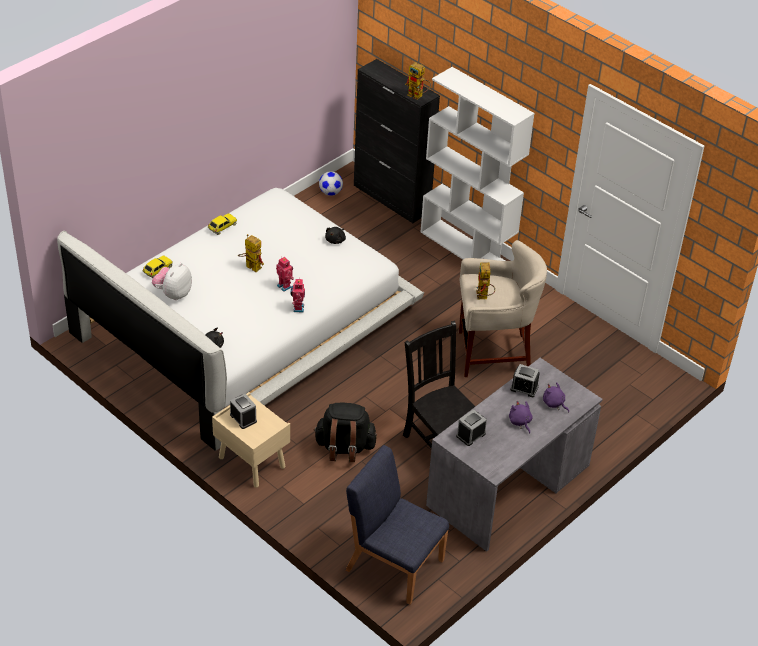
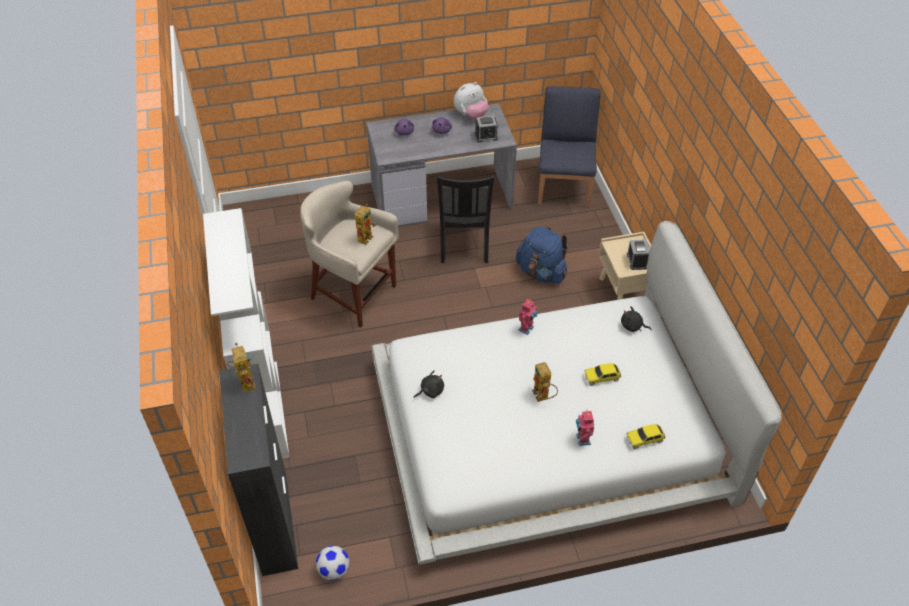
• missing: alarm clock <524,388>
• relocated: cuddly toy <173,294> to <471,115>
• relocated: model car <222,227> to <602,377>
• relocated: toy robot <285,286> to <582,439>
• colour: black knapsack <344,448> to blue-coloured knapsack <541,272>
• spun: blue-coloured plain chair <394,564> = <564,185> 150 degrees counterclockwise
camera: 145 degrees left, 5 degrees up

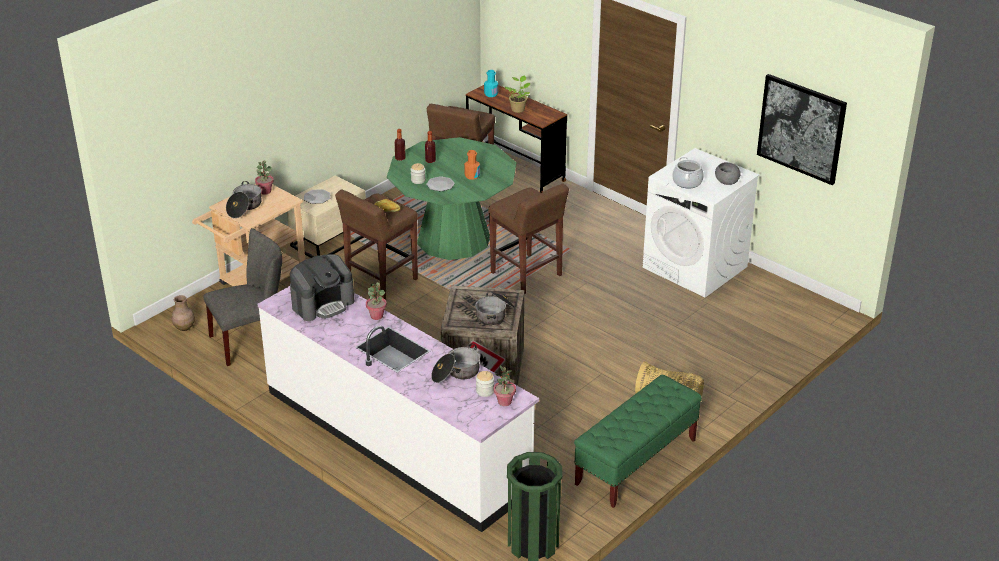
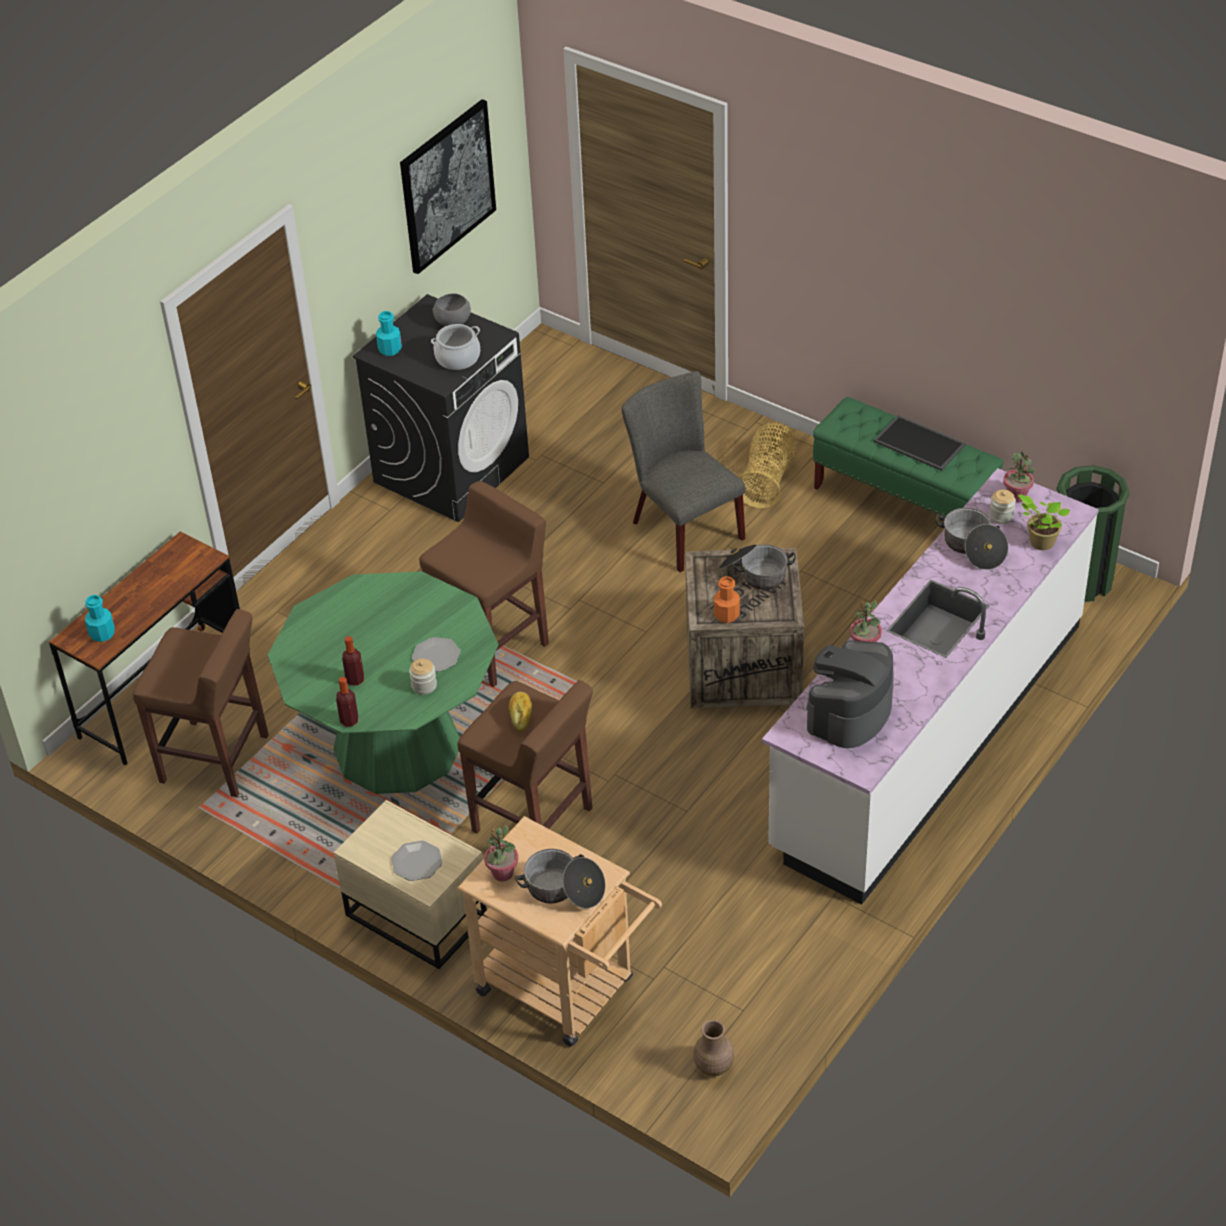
• appeared: turquoise-coloured drink bottle <390,349>
• appeared: serving tray <920,443>
• relocated: greyish plain chair <252,340> to <682,527>
• relocated: orange-coloured drink bottle <472,176> to <726,615>
• relocated: potted plant <518,109> to <1040,542>
• colour: white-coloured washing machine <695,267> to black washing machine <452,469>
• spun: coffee machine <323,303> = <849,712> 105 degrees counterclockwise
camera: 95 degrees left, 10 degrees up

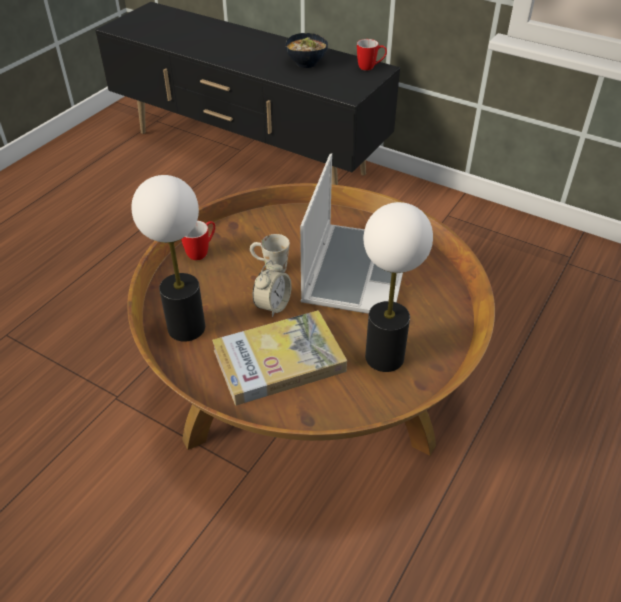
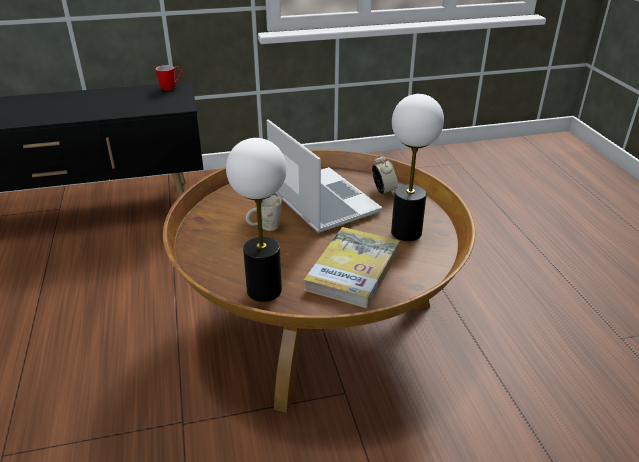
• missing: coffee mug <202,252>
• missing: deep dish <307,63>
• relocated: alarm clock <273,306> to <383,191>
camera: 45 degrees left, 10 degrees down

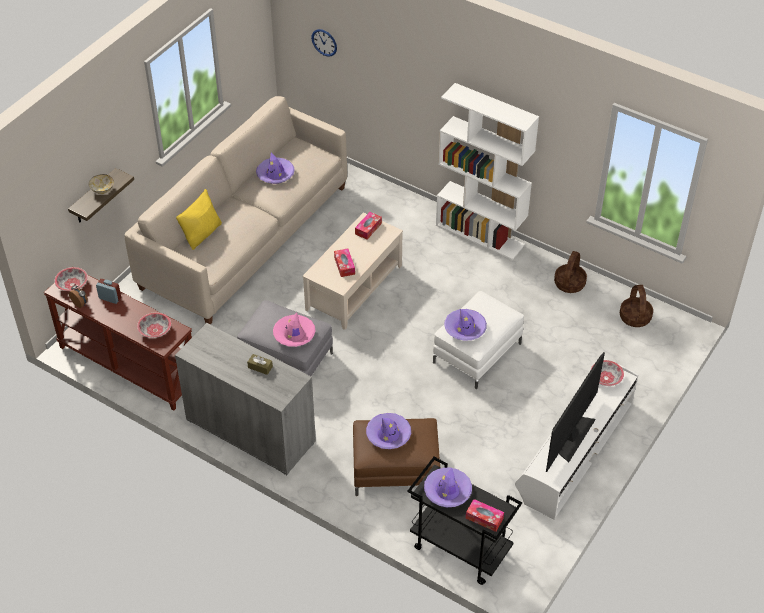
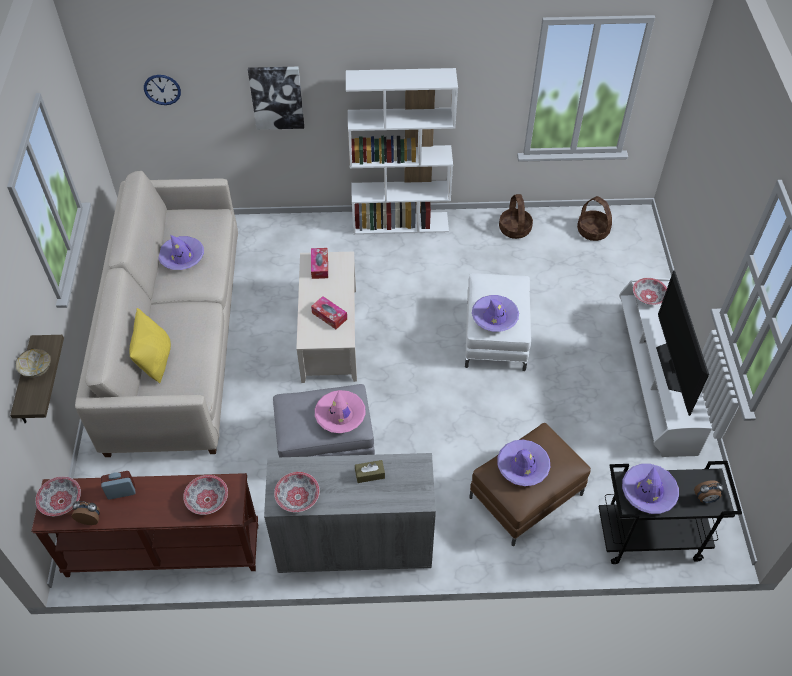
• appeared: wall picture <277,97>
• appeared: deep dish <297,497>
• exchanged: box of tissues <484,518> to alarm clock <705,498>
camera: 35 degrees left, 5 degrees up

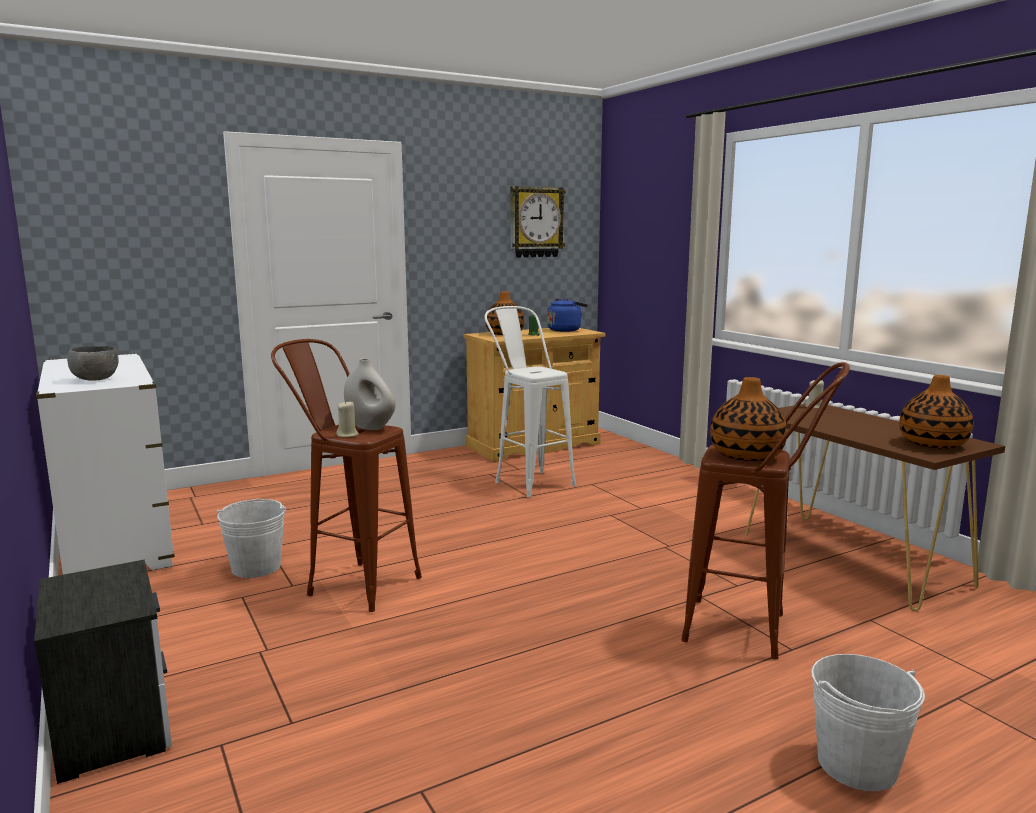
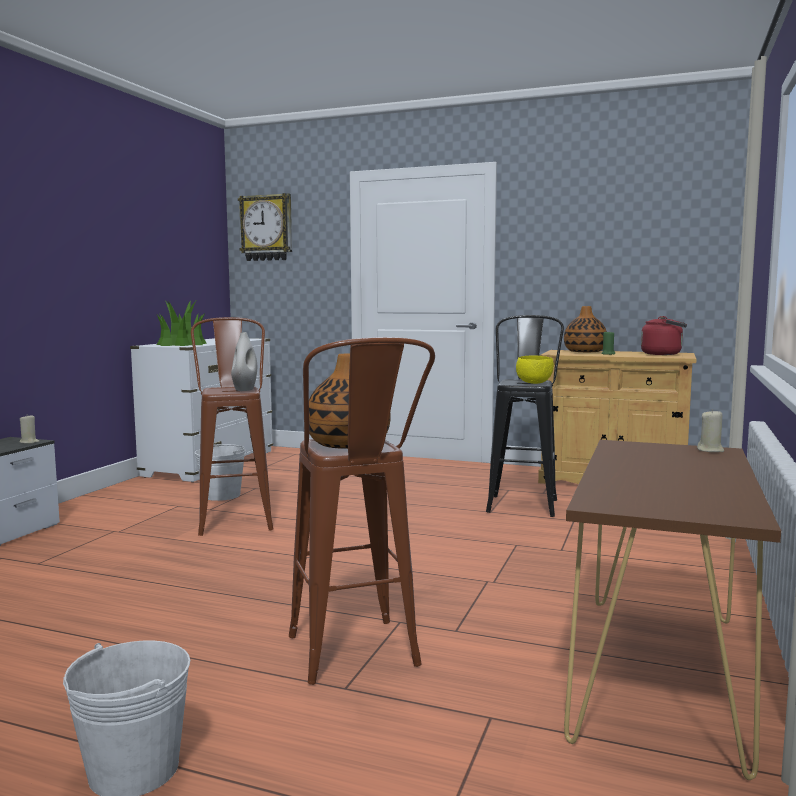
• missing: decorative vase <933,444>
• appeared: yellow-coloured deep dish <535,383>
• relocated: beige candle <347,435> to <29,442>
• relocated: hanging clock <536,222> to <267,228>
• exchanged: greyish deep dish <96,379> to potted plant <182,344>
• colour: white-coloured stool <528,481> to black stool <523,502>
• colour: blue-coloured water kettle <566,330> to red-coloured water kettle <664,354>
camera: 50 degrees right, 5 degrees down

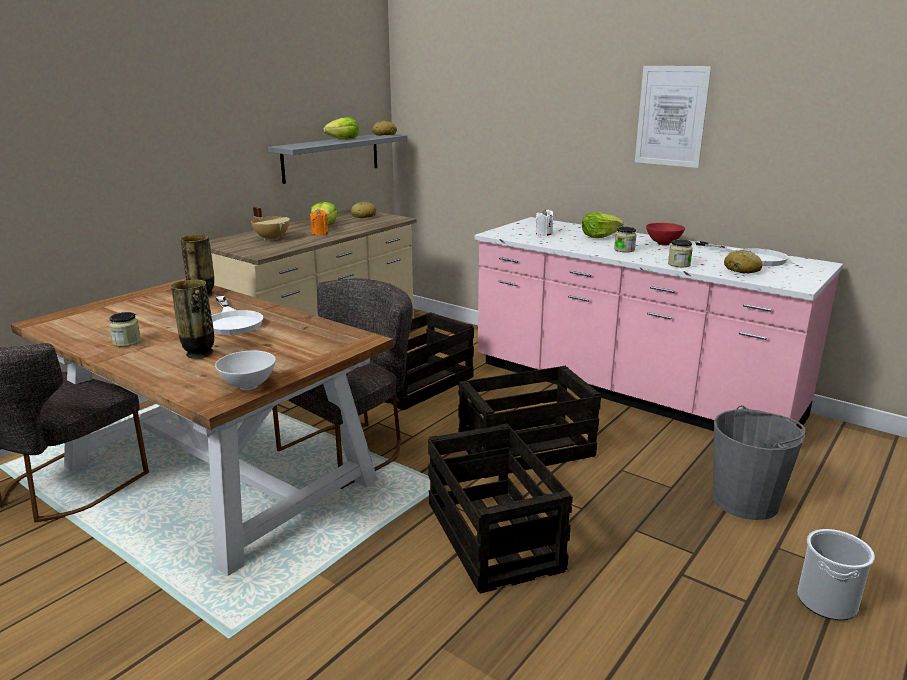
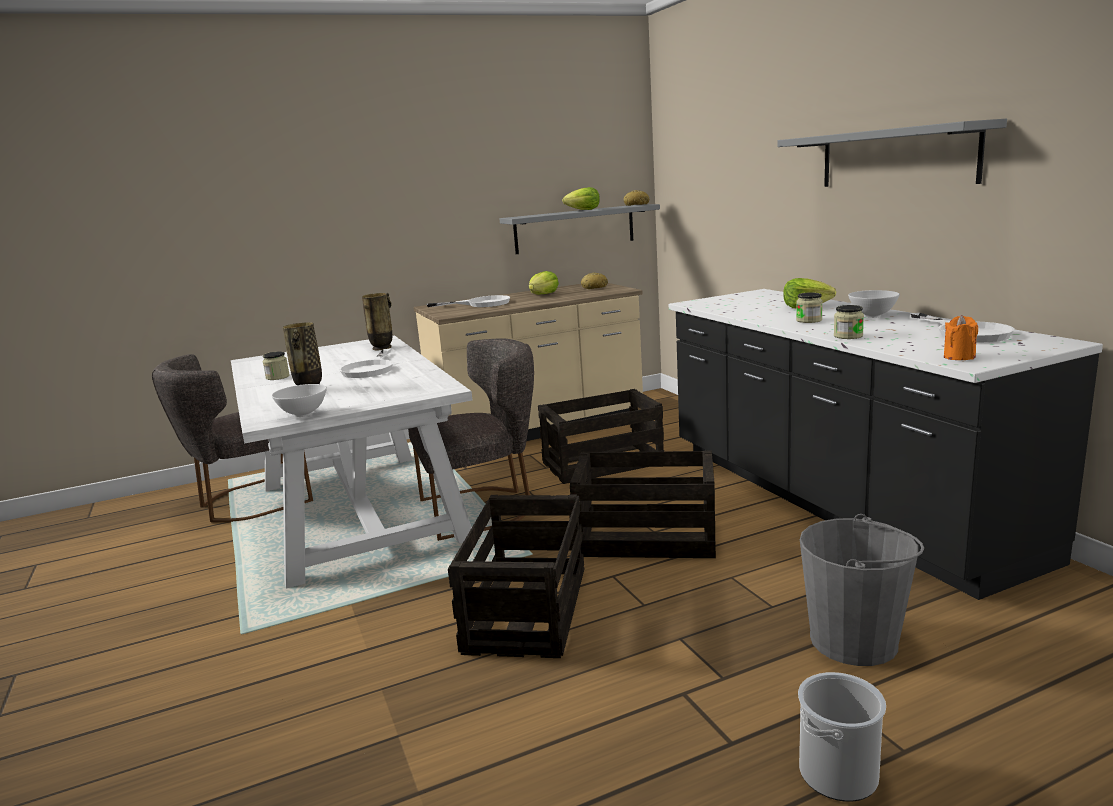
• missing: white-coloured candle <544,234>
• missing: baked bread <742,270>
• relocated: orange-coloured candle <319,233> to <959,357>
• exchanged: beige stockpot <272,238> to white-coloured skillet <480,304>
• exchanged: wall picture <671,116> to greyish wall shelf <896,157>
• colour: brown-coloured dining table <219,475> to white-coloured dining table <359,512>
• colour: pinkish kitchen base unit <630,391> to black kitchen base unit <835,500>
• colour: red-coloured deep dish <663,244> to white-coloured deep dish <872,316>
camera: 30 degrees right, 5 degrees down

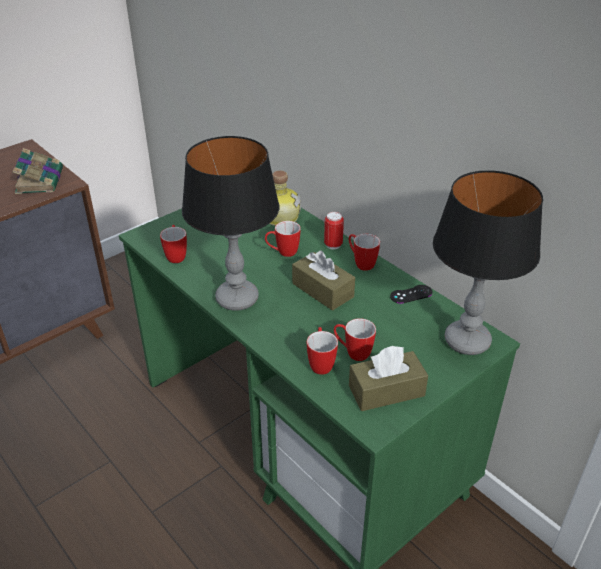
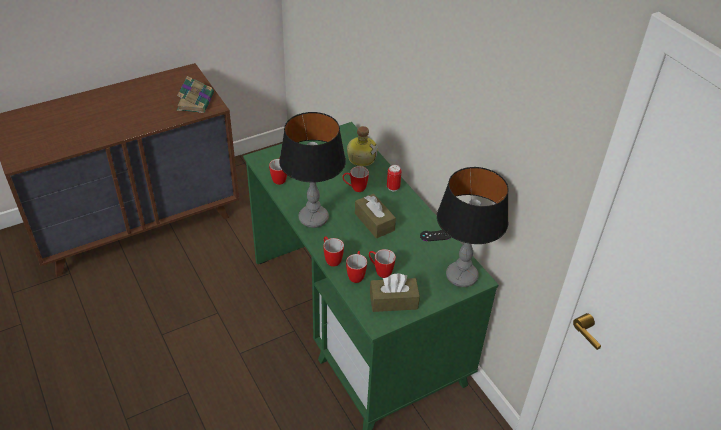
• relocated: coffee mug <361,263> to <331,259>
camera: 10 degrees right, 5 degrees up

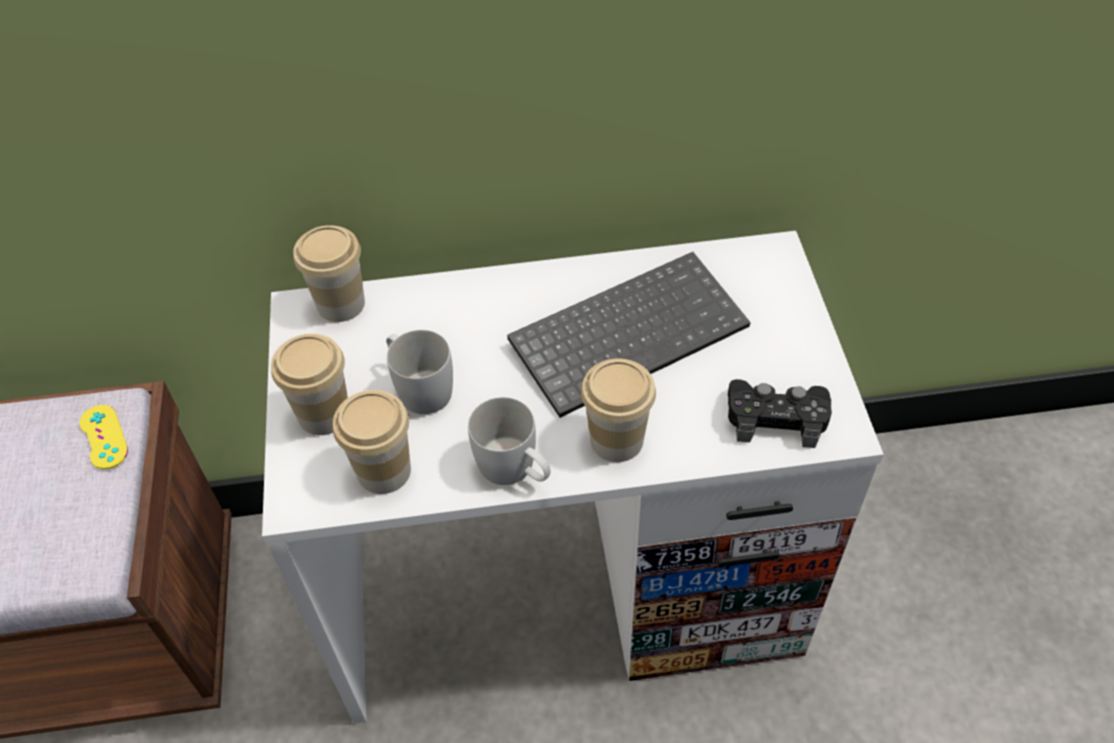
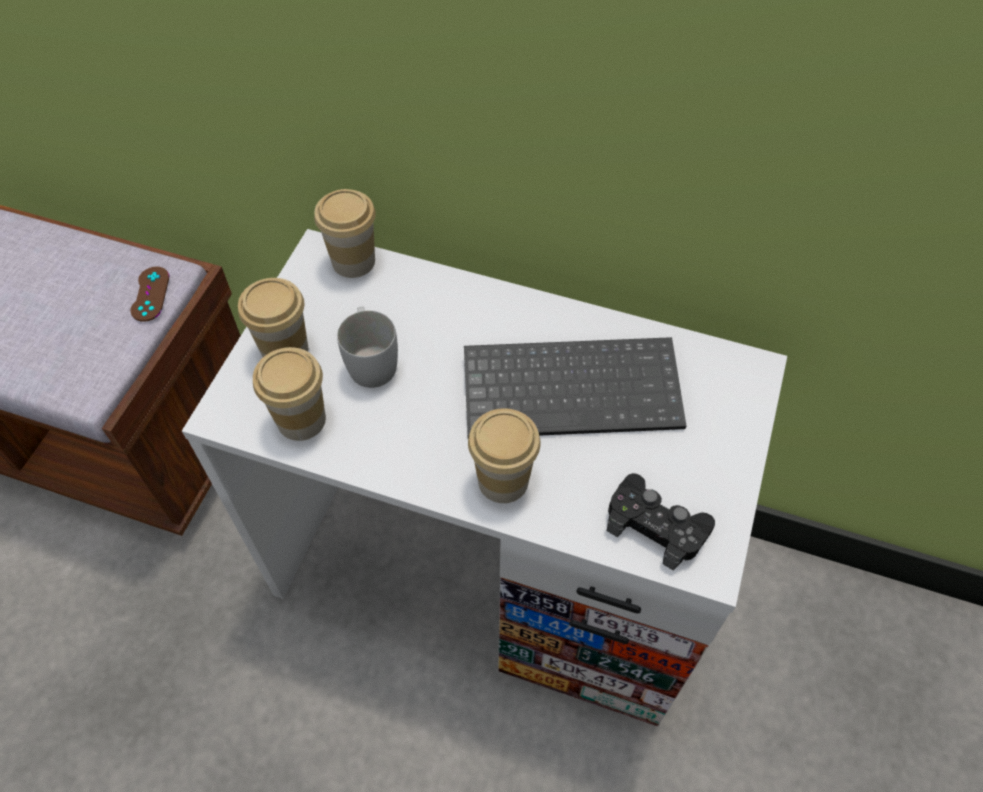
• missing: white-coloured coffee mug <515,470>
• colour: yellow-coloured joypad <104,437> to brown-coloured joypad <150,294>
camera: 25 degrees right, 5 degrees up

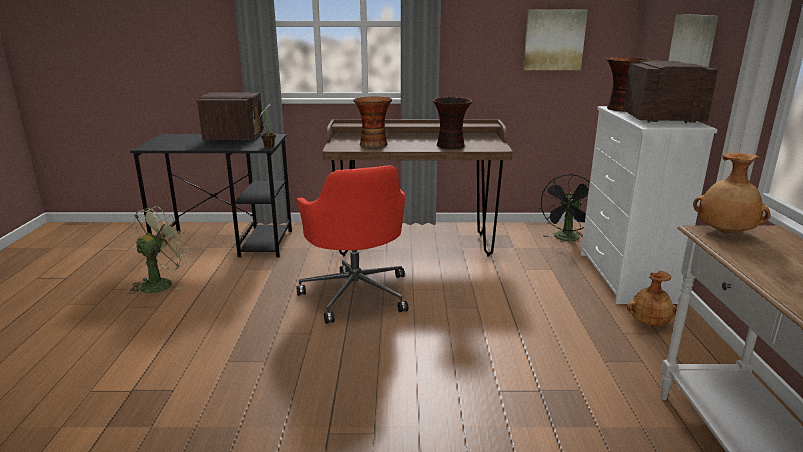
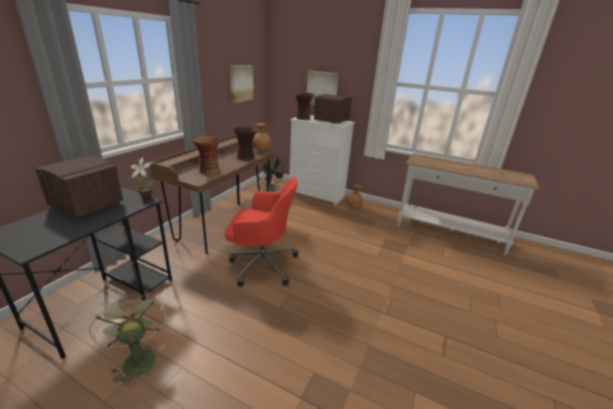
• relocated: brown-coloured decorative vase <725,233> to <261,151>
camera: 65 degrees left, 5 degrees up

